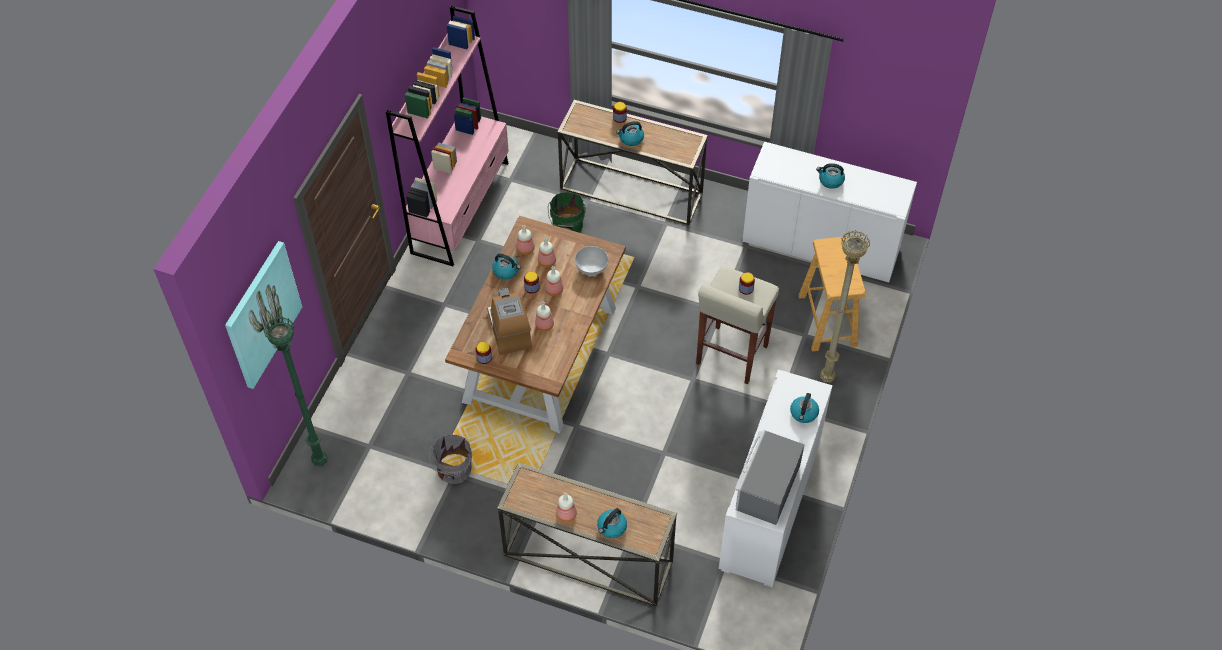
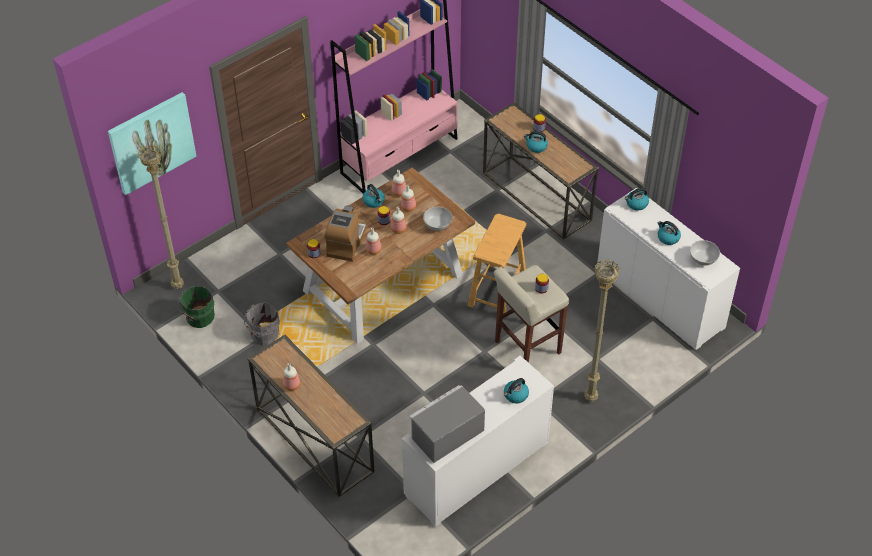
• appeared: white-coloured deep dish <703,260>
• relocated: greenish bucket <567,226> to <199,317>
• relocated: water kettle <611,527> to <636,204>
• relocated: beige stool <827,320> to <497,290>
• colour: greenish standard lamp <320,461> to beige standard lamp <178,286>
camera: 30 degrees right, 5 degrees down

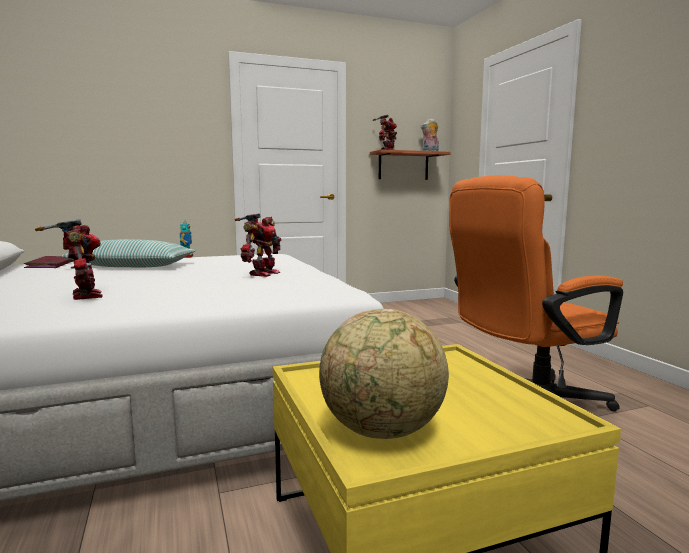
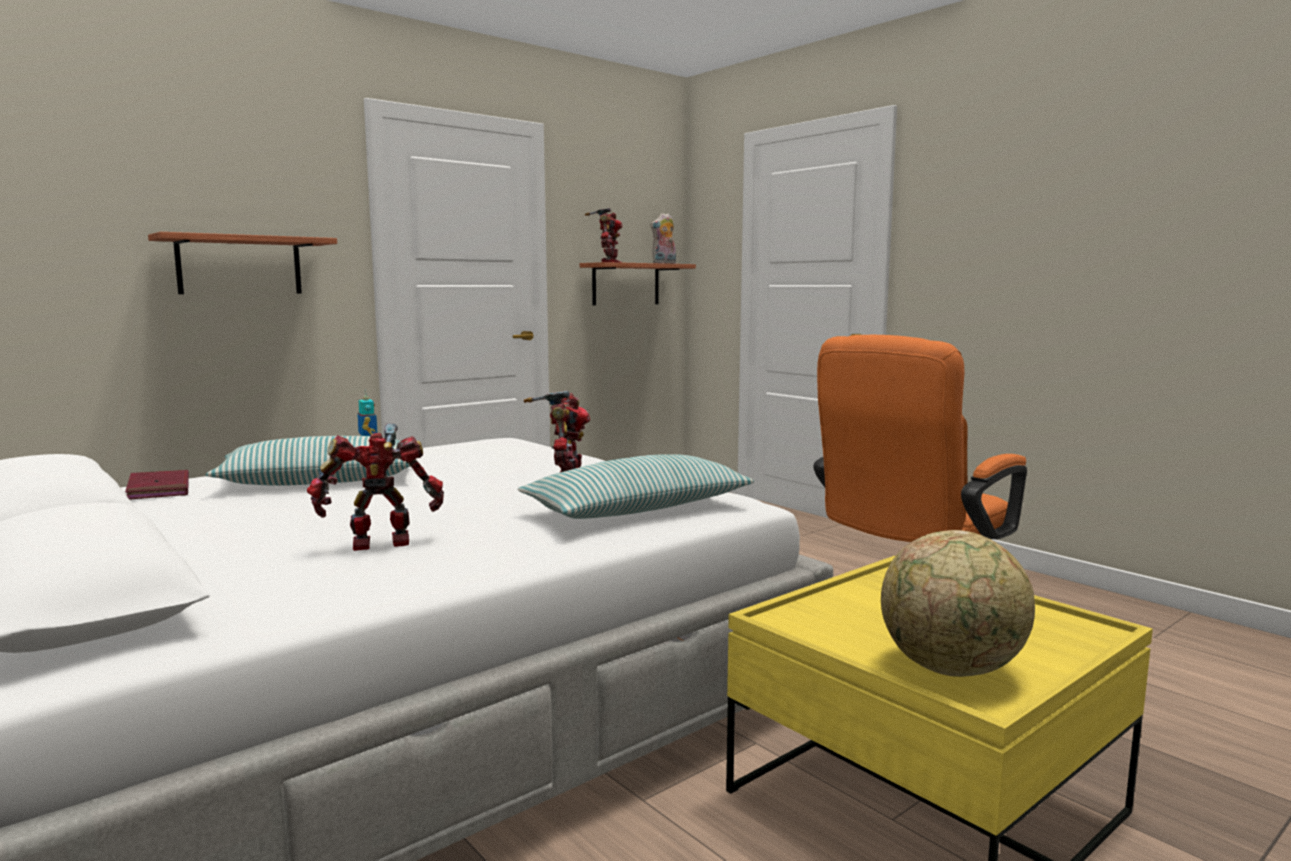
• appeared: wall shelf <240,265>
• appeared: throw pillow <637,510>
• spun: toy robot <83,296> = <382,544> 60 degrees counterclockwise
camera: 20 degrees left, 0 degrees up

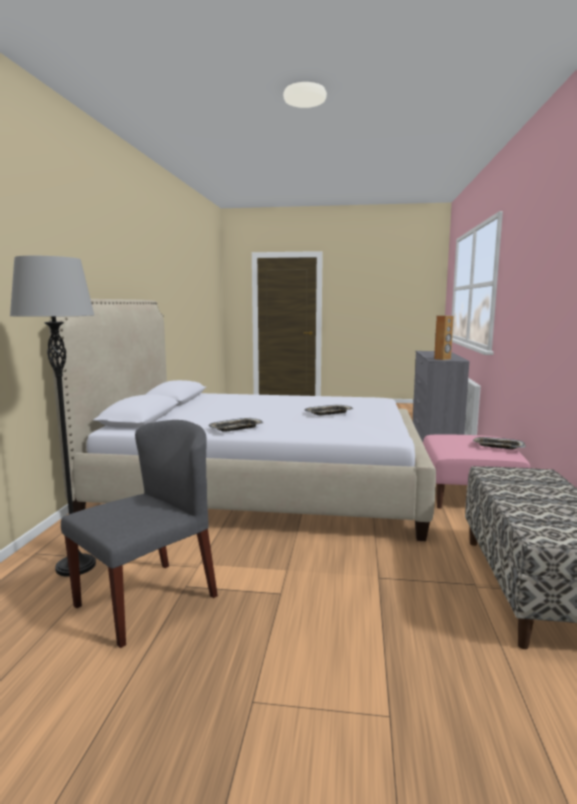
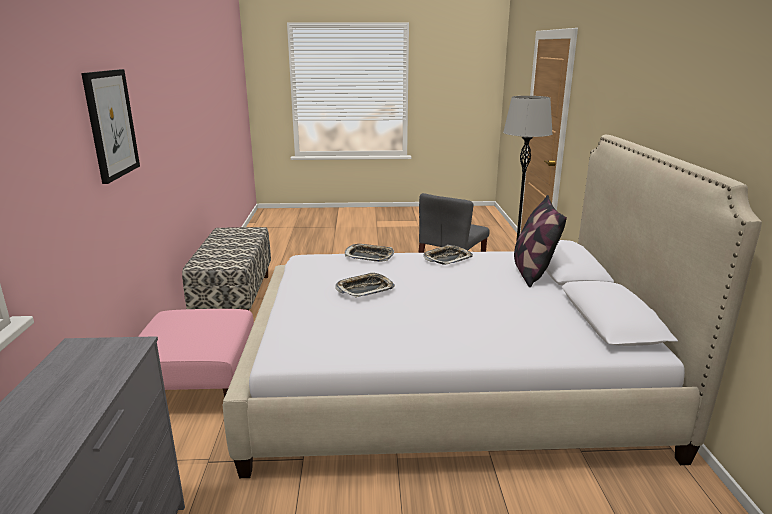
• missing: brown-coloured loudspeaker <442,359>
• appeared: wall picture <111,124>
• appeared: throw pillow <532,272>
• relocated: serving tray <498,446> to <369,256>
camera: 170 degrees right, 10 degrees up

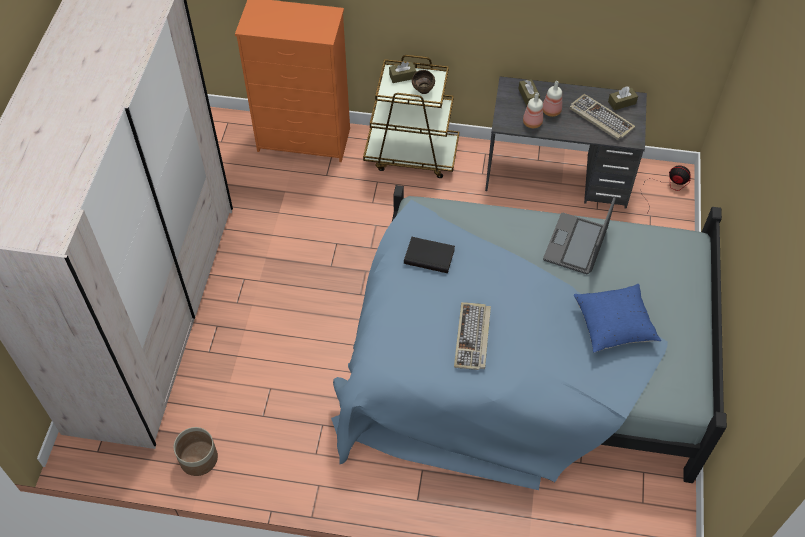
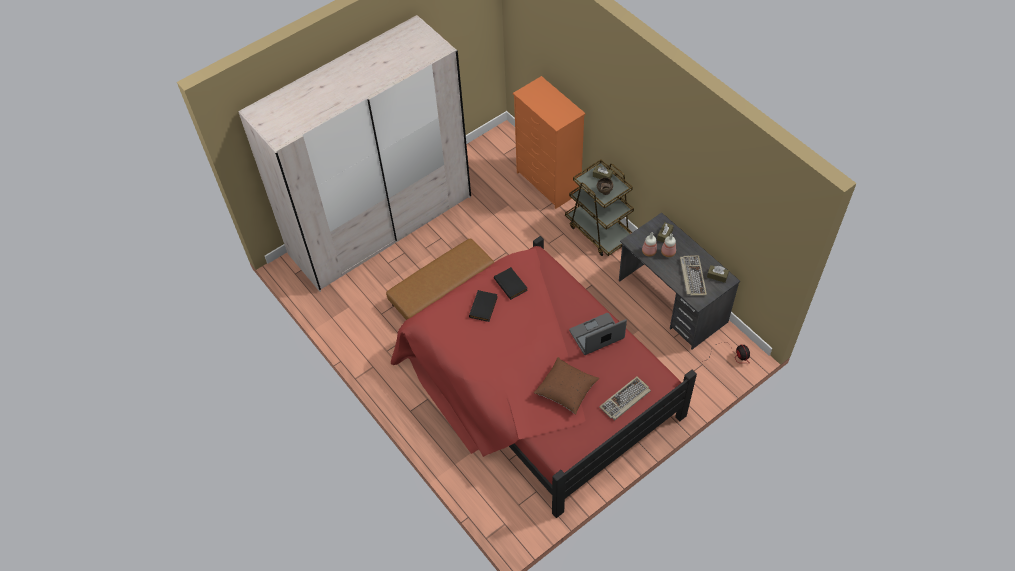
• missing: planter <199,458>
• appeared: brown-coloured pouffe <442,290>
• appeared: black book <484,307>
• relocated: keyboard <473,338> to <625,400>
• colour: blue-coloured bed <522,359> to red-coloured bed <537,385>
• colour: blue-coloured throw pillow <614,325> to brown-coloured throw pillow <566,390>
camera: 45 degrees right, 0 degrees up

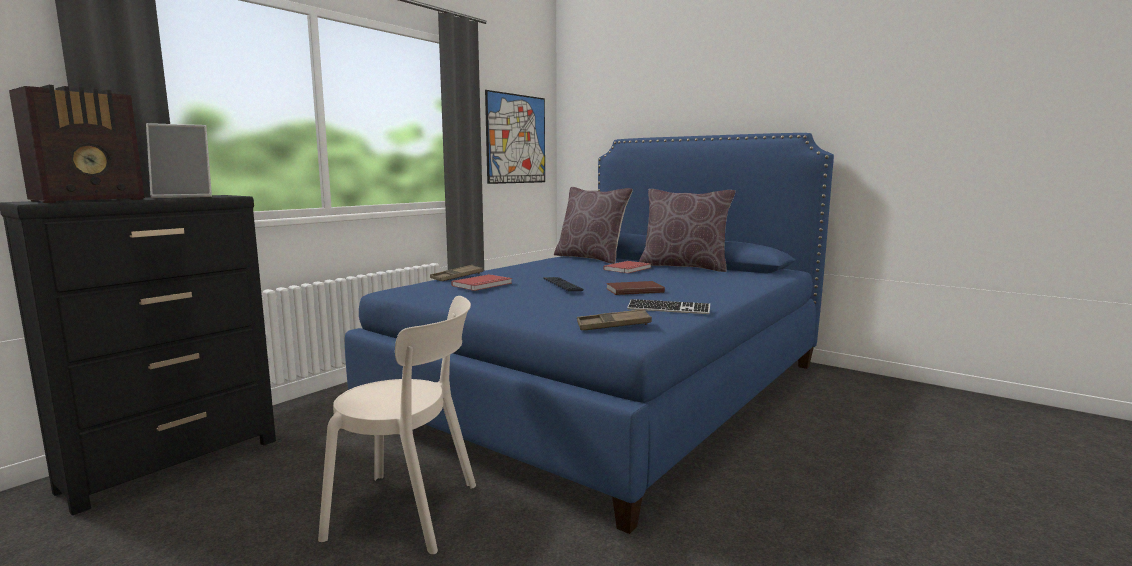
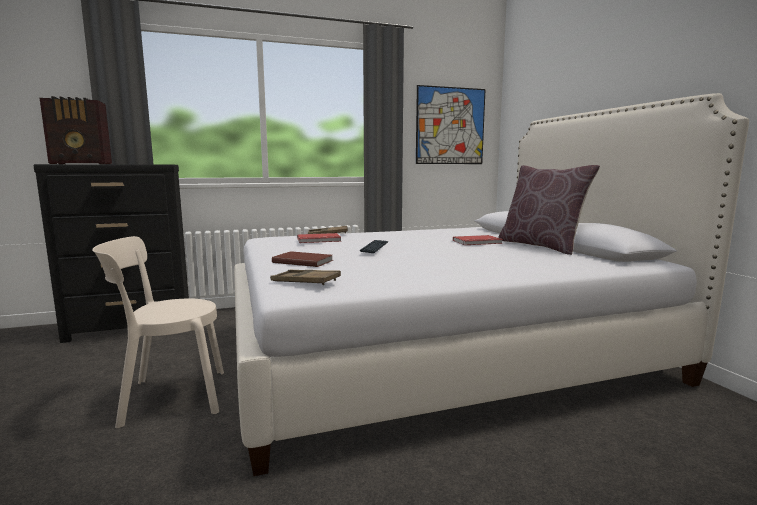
• missing: standing frame <184,197>
• missing: brown-coloured throw pillow <591,258>
• missing: keyboard <668,309>
• relocated: brown-coloured book <633,290> to <303,261>
• colour: blue-coloured bed <610,389> to white-coloured bed <438,352>
• spun: beige plain chair <410,512> = <169,397> 120 degrees clockwise
camera: 35 degrees right, 0 degrees up

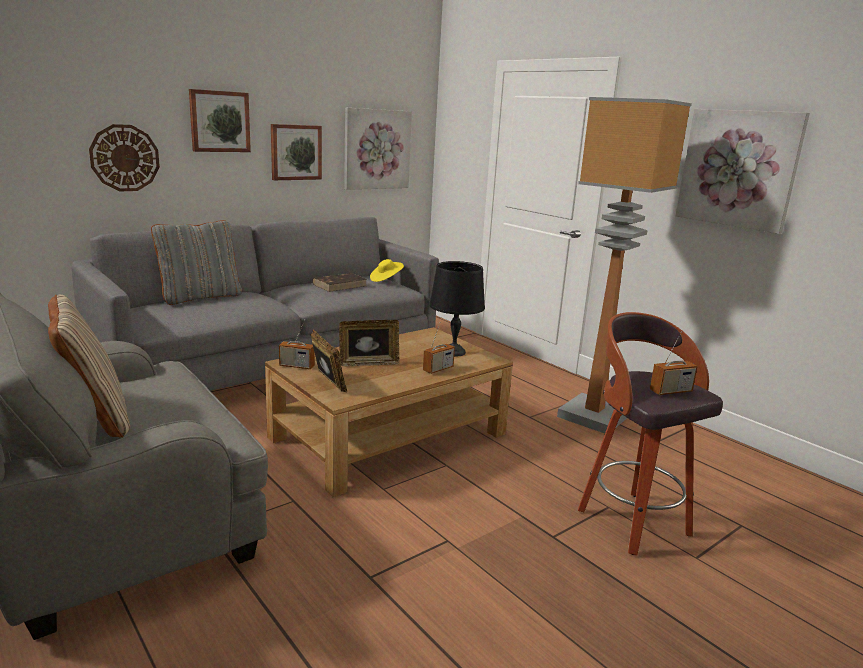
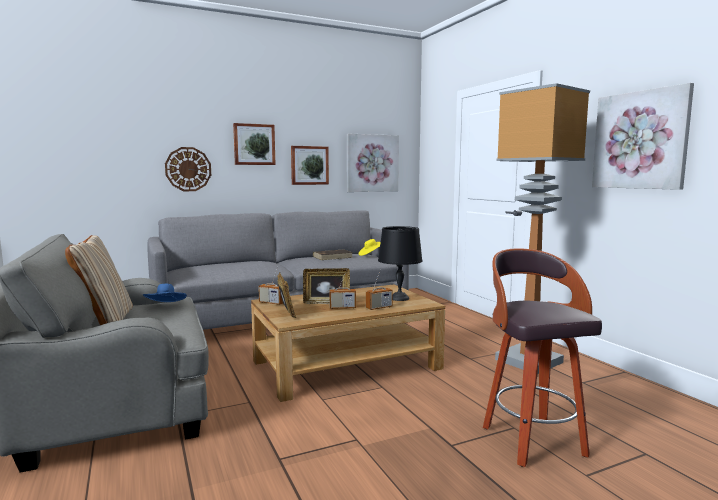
• missing: greyish throw pillow <200,297>
• appeared: blue-coloured hat <166,306>
• relocated: radio <670,391> to <342,307>
camera: 15 degrees right, 10 degrees down

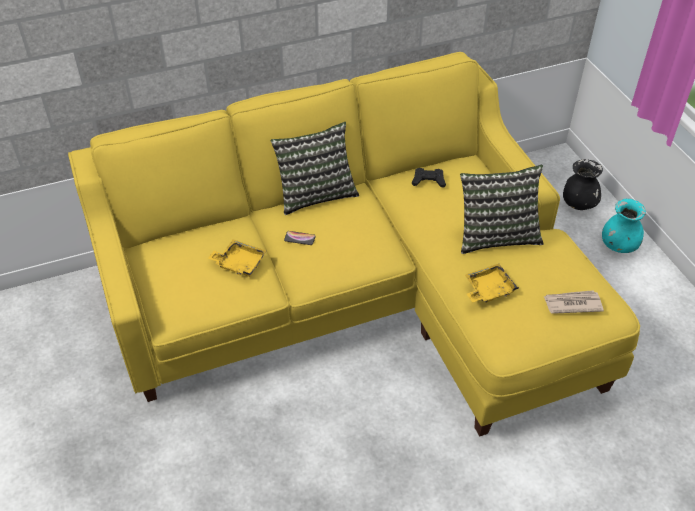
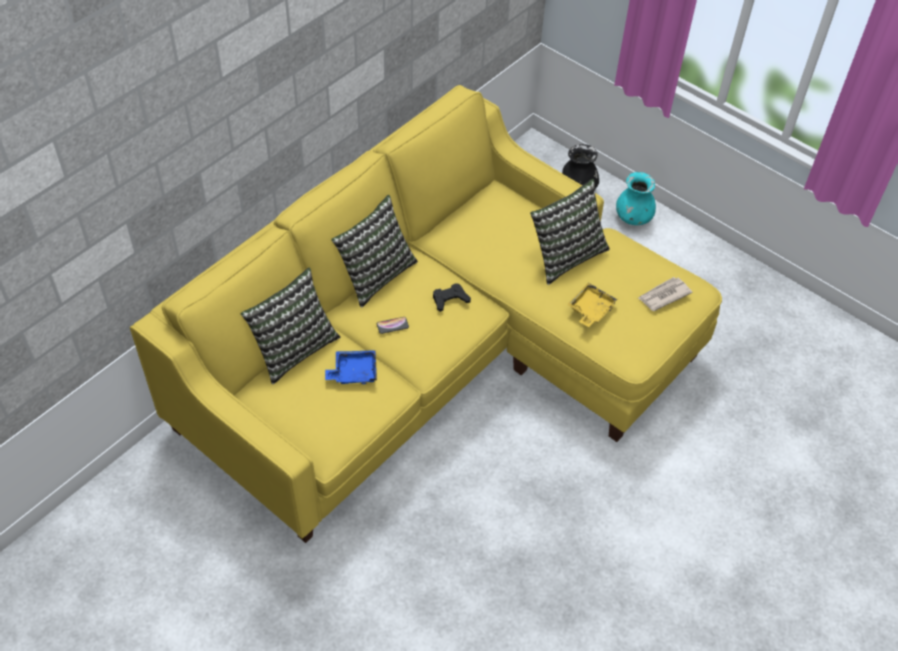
• appeared: throw pillow <293,348>
• relocated: black joypad <428,180> to <450,299>
• colour: yellow-coloured serving tray <239,263> to blue-coloured serving tray <353,372>
camera: 30 degrees left, 5 degrees up

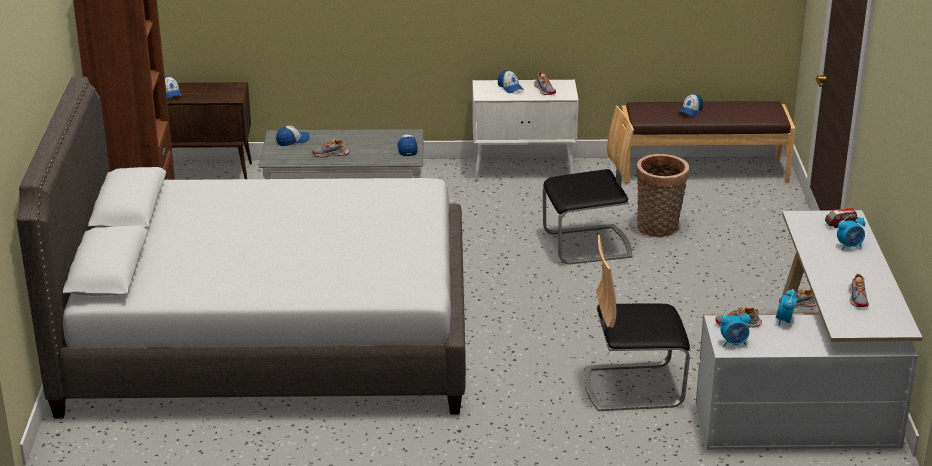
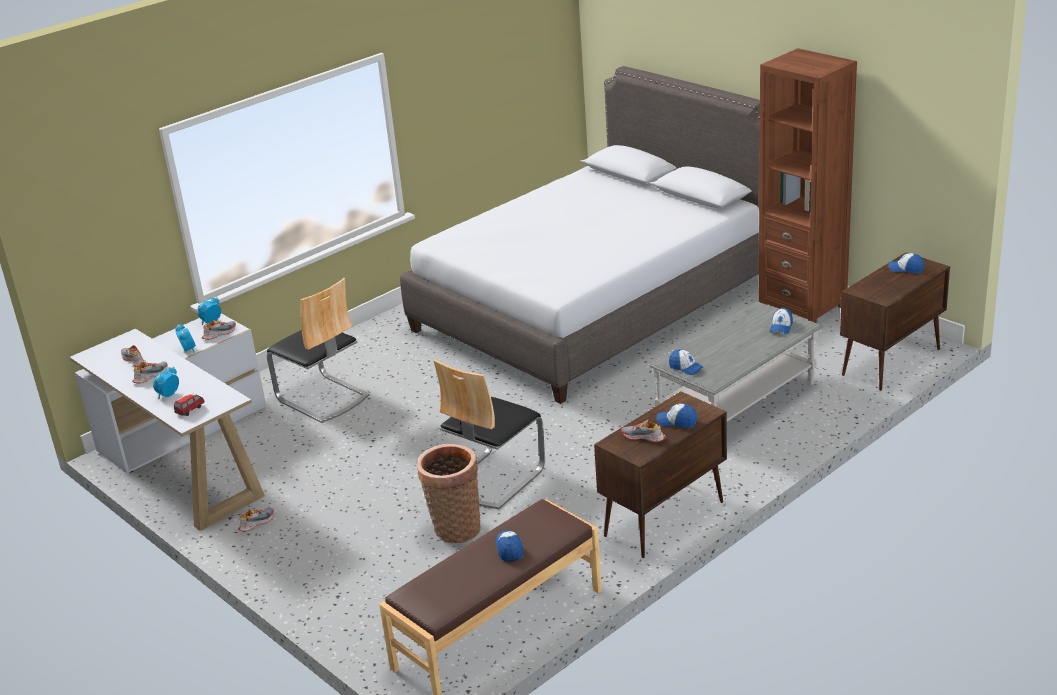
• relocated: low shoe <331,154> to <150,376>
• colour: white-coloured cabinet <524,170> to brown-coloured cabinet <663,520>
• spun: plain chair <633,386> = <322,398> 90 degrees clockwise
camera: 140 degrees right, 0 degrees up

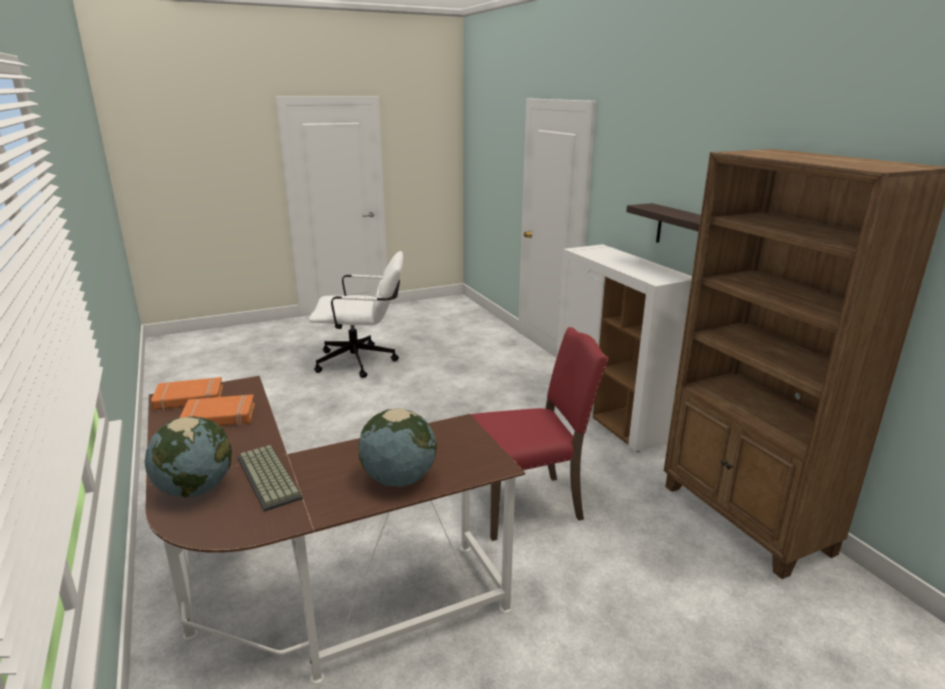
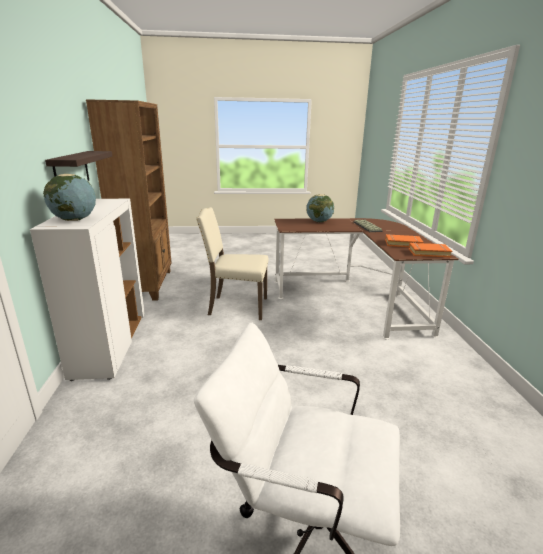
• relocated: world globe <195,489> to <74,220>
• colour: red-coloured plain chair <527,504> to beige plain chair <236,307>
camera: 160 degrees left, 0 degrees up

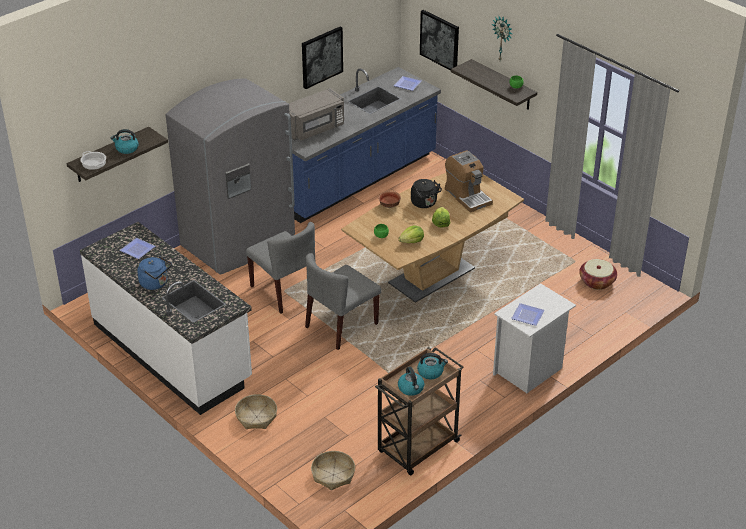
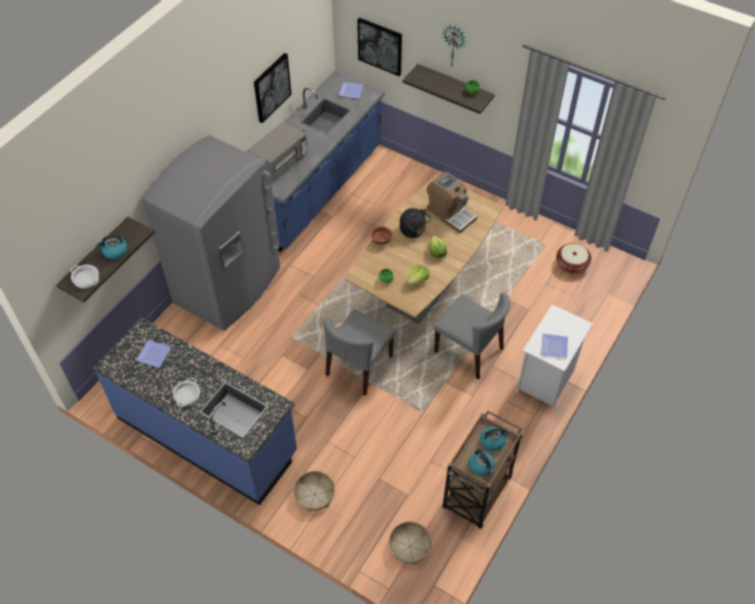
• relocated: greyish plain chair <285,290> to <469,350>
• exchanged: blue-coloured water kettle <155,283> to stockpot <187,395>
• colour: white-coloured kitchen base unit <172,352> to blue-coloured kitchen base unit <207,435>
camera: 15 degrees left, 15 degrees up

